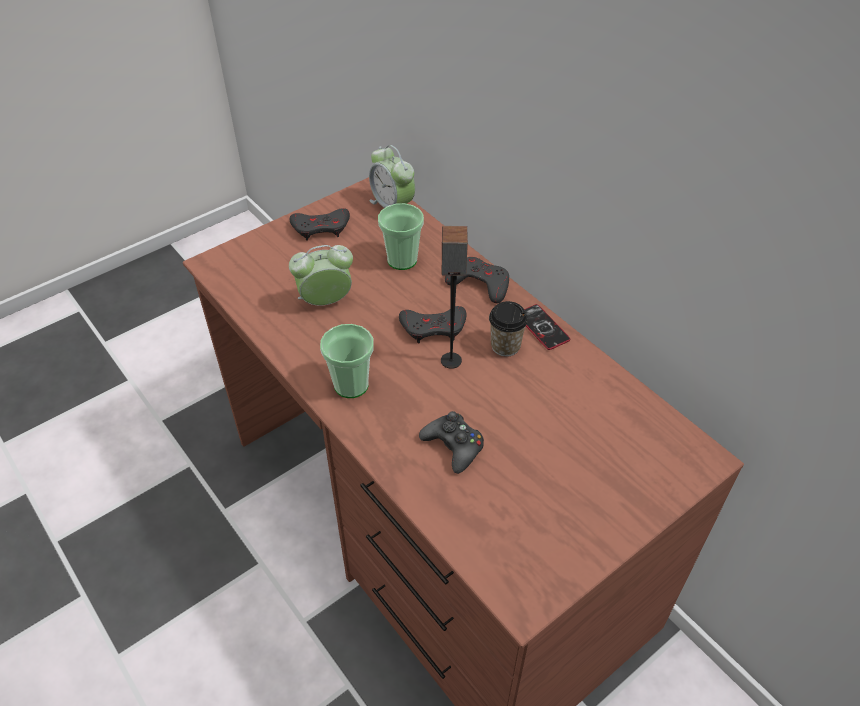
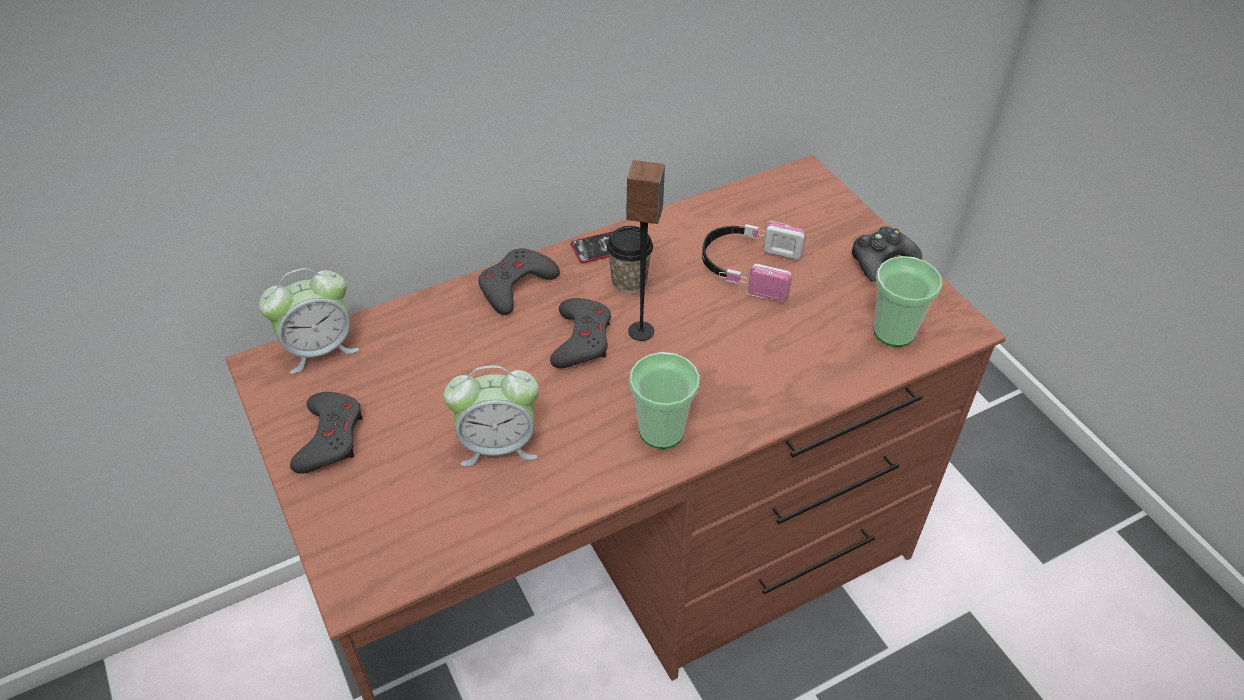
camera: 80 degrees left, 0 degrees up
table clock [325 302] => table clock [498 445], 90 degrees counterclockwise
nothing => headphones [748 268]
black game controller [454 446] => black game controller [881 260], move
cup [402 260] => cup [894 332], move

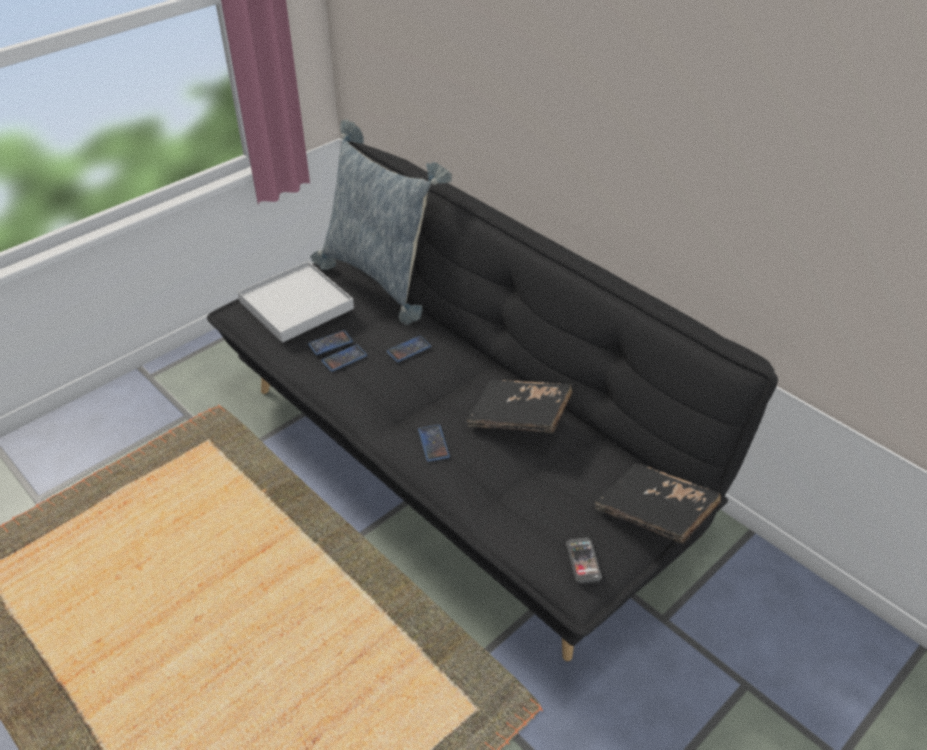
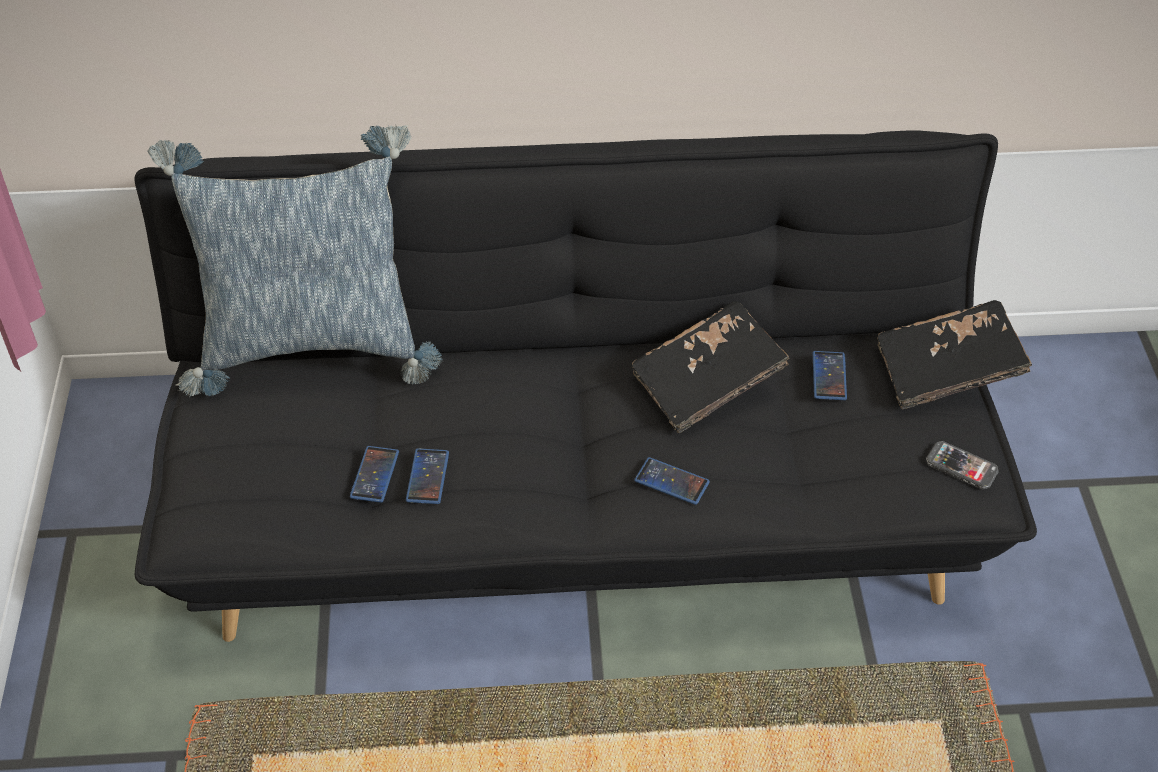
camera: 50 degrees left, 5 degrees up
phone [409 349] => phone [829 376], move
white-coloured tray [297 305] => nothing

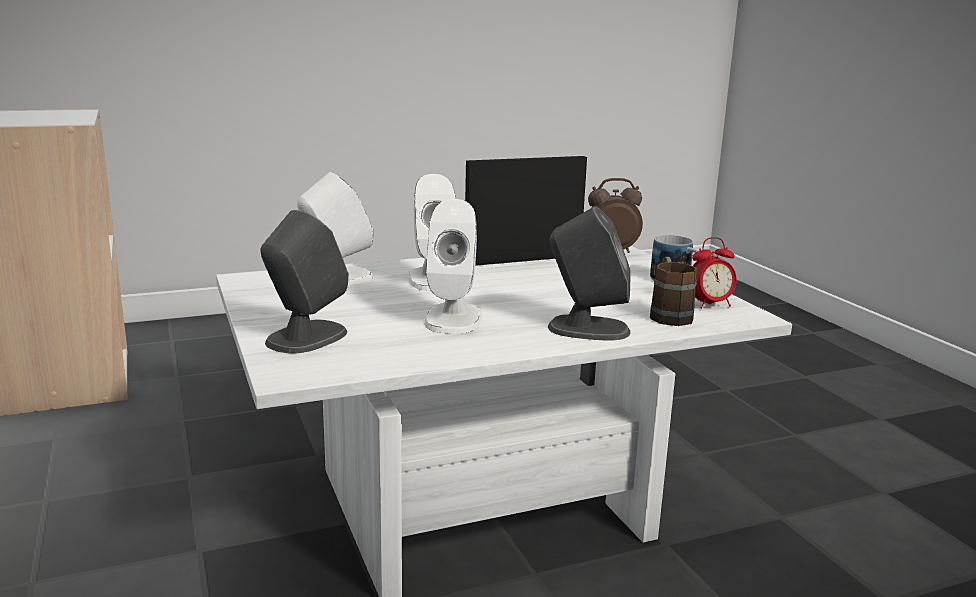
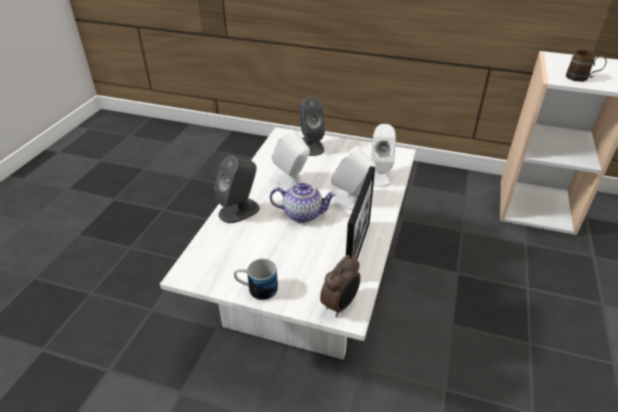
camera: 130 degrees right, 20 degrees up
nothing => pot for tea [303 214]
brown coffee mug [668 314] => brown coffee mug [582 78], move
table clock [710 305] => nothing

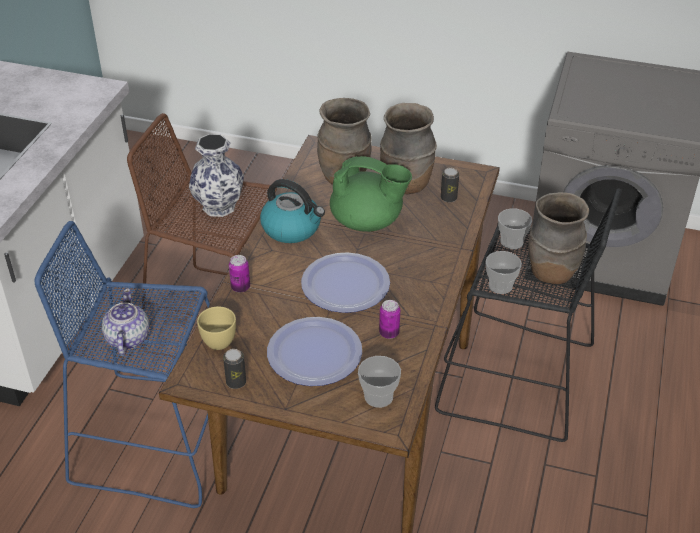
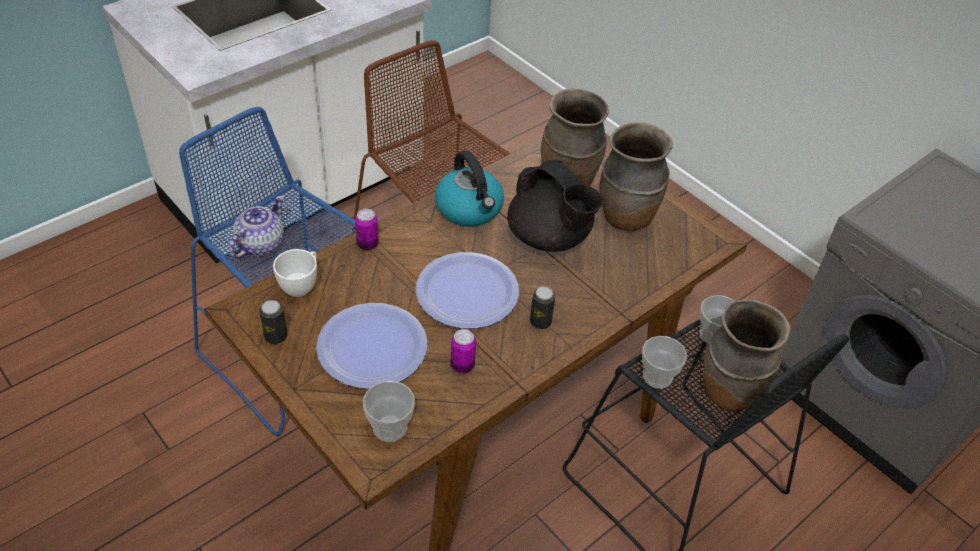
camera: 30 degrees right, 5 degrees up
yellowish cup [219 339] => white-coloured cup [301 285]
green pot for tea [367 222] => black pot for tea [549 238]
metal can [448 198] => metal can [540 322], move
decorative vase [219 207] => nothing

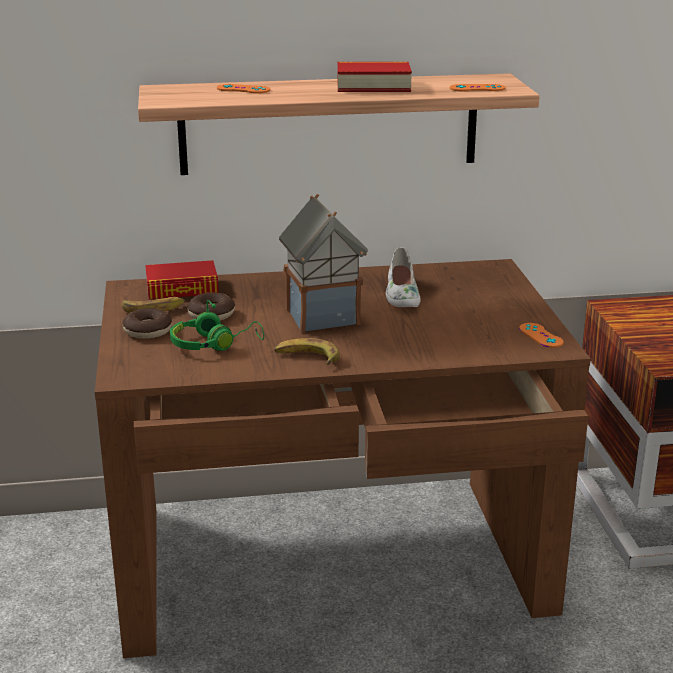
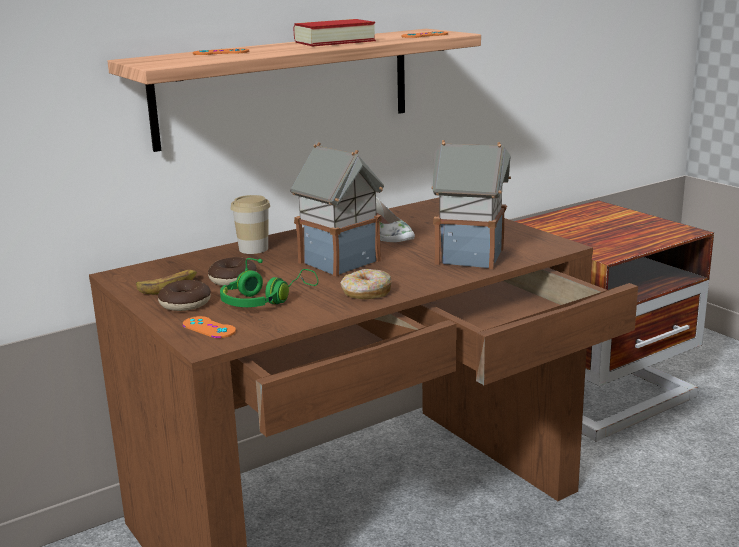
camera: 25 degrees left, 5 degrees down
orange-coloured game controller [541 335] => orange-coloured game controller [209 328], move
nothing => cup [253 249]
banana [307 358] => doughnut [366 293]
nothing => miniature house [472 257]
volume [182 288] => nothing

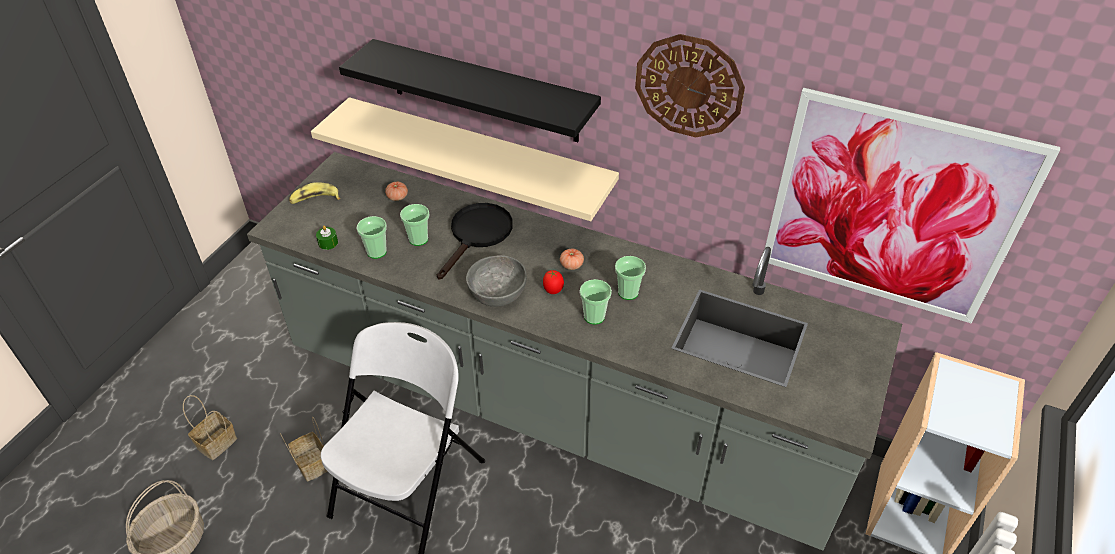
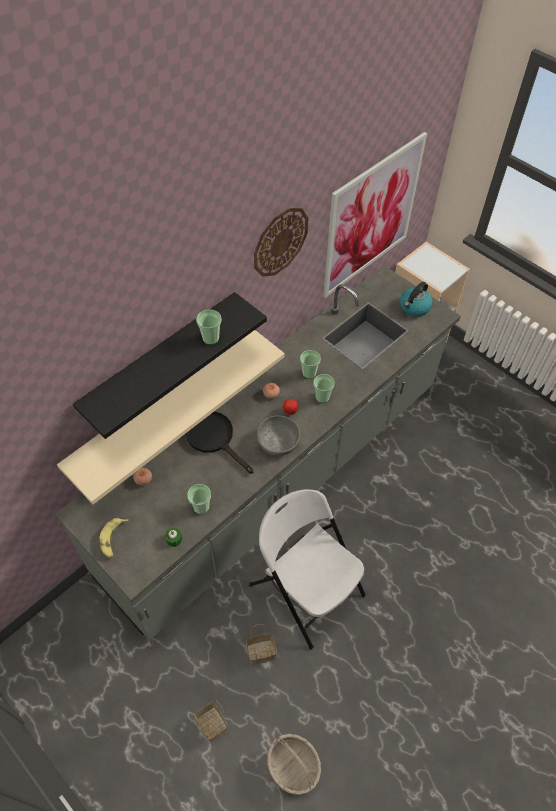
camera: 70 degrees left, 10 degrees up
cup [418 239] => cup [210 338], move
nothing => water kettle [414 307]

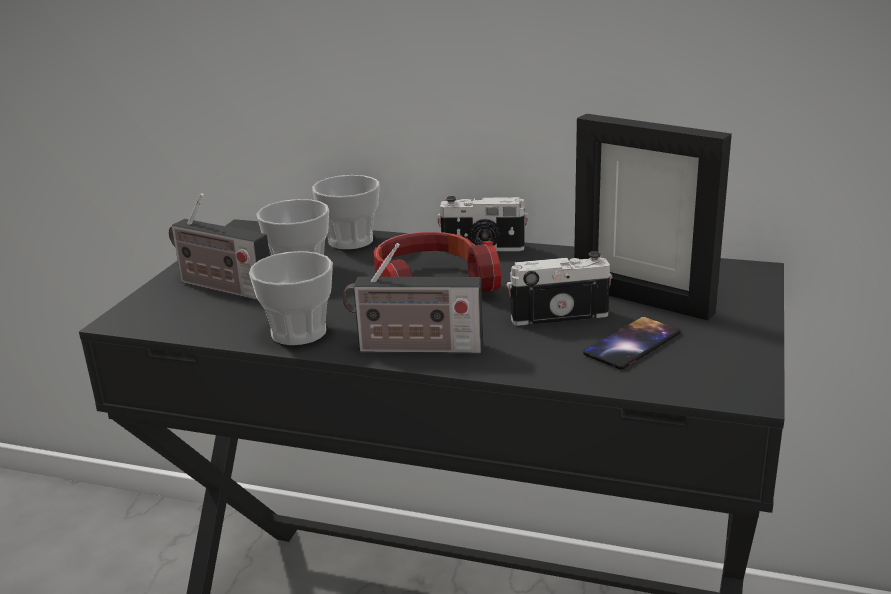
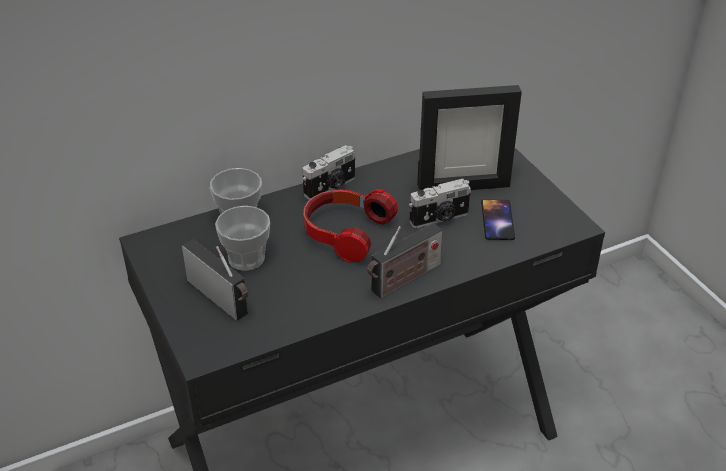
camera: 45 degrees left, 15 degrees up
radio [221 288] => radio [221 298], 120 degrees counterclockwise
photo camera [558 315] => photo camera [440 219], 150 degrees counterclockwise
cup [298 332] => nothing

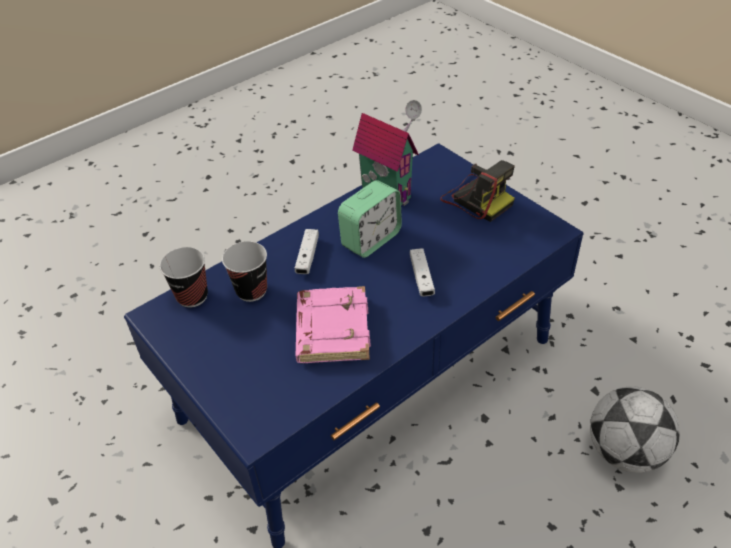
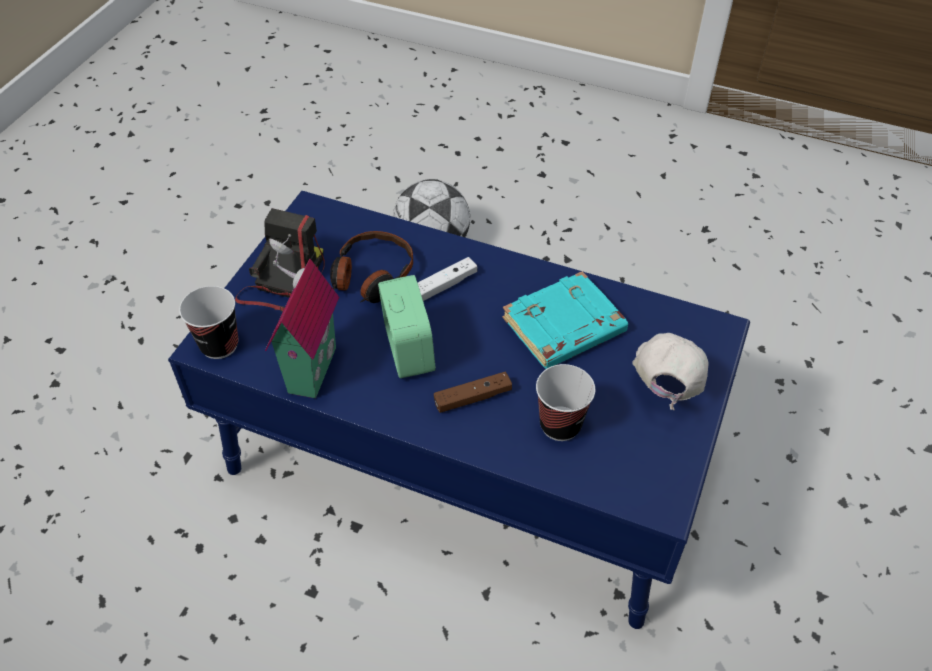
camera: 120 degrees left, 5 degrees up
cup [192 296] => cup [219 345], move
nothing => headphones [371 276]
table clock [371 239] => table clock [408 350], 60 degrees clockwise
white-coloured game controller [307 257] => brown game controller [472 398]
pink-coloured volume [331 329] => turquoise-coloured volume [563 328]
nothing => white-coloured cap [665 385]

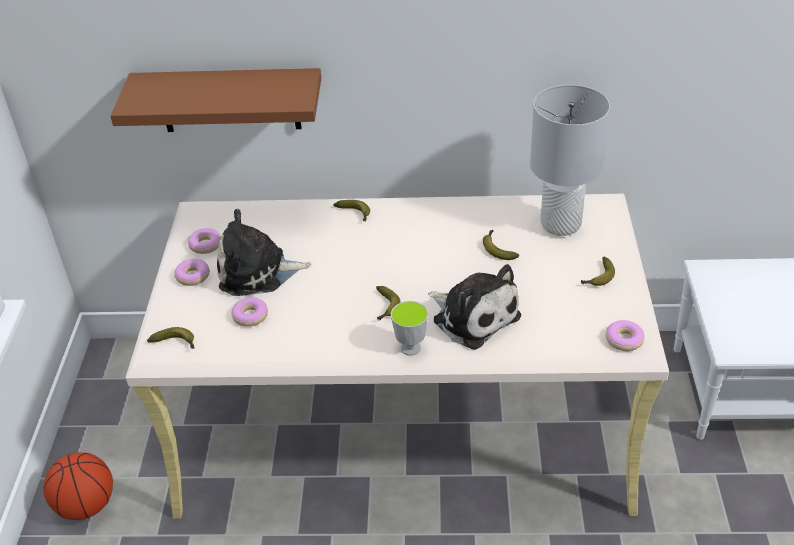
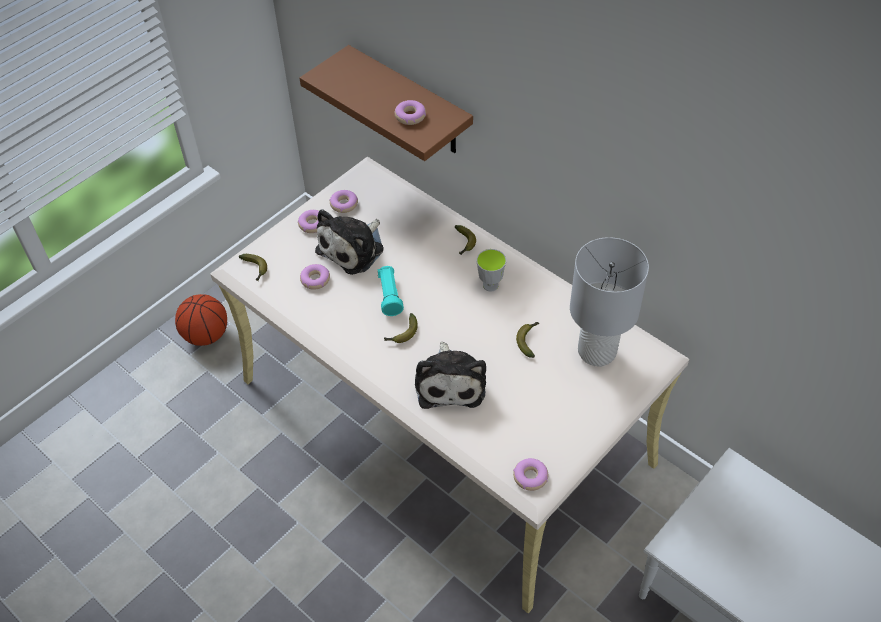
camera: 40 degrees right, 10 degrees up
soft toy [257 272] => soft toy [353 248], 90 degrees counterclockwise
nothing => turquoise-coloured hand torch [390 296]
nothing => doughnut [410 116]
cup [410 348] => cup [490 285], move
banana [598 278] => nothing

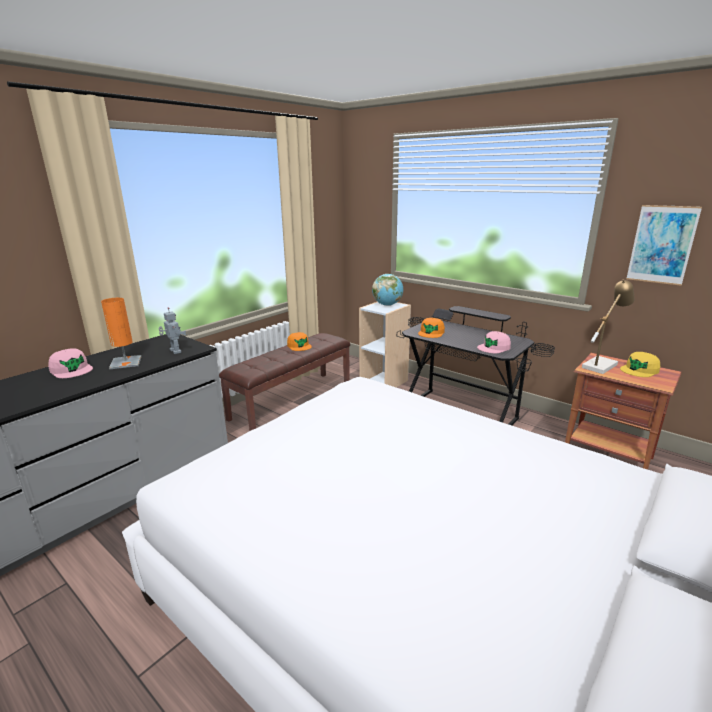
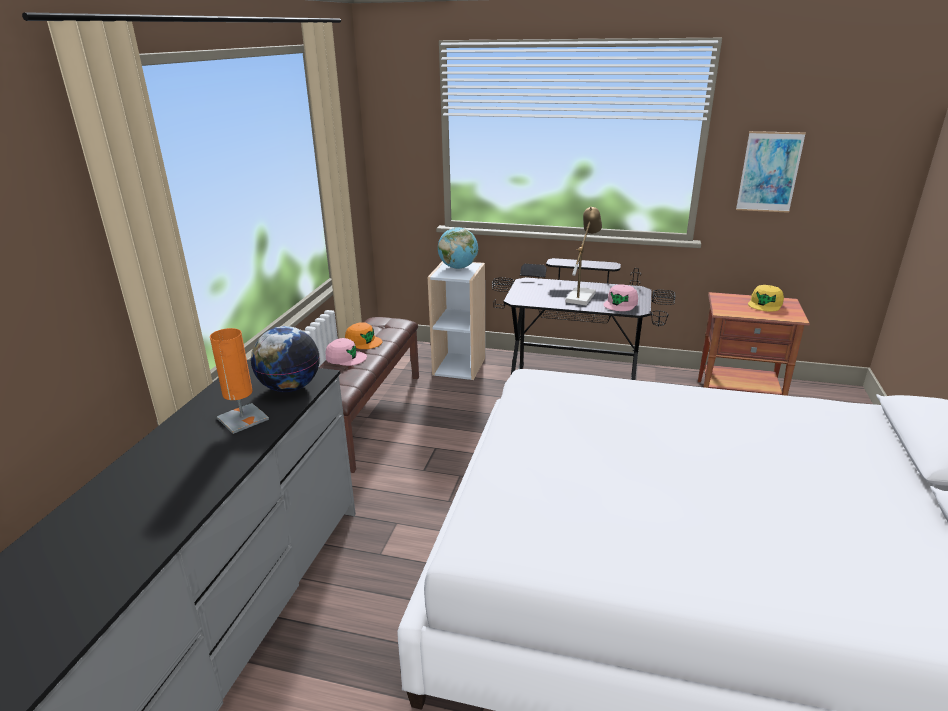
camera: 25 degrees left, 5 degrees up
robot figure [174 351] => globe [290 387]
pink-coloured cap [71 369] => pink-coloured cap [346 357], move
table lamp [601 364] => table lamp [581 295], move
orange-coloured cap [431 332] => nothing

